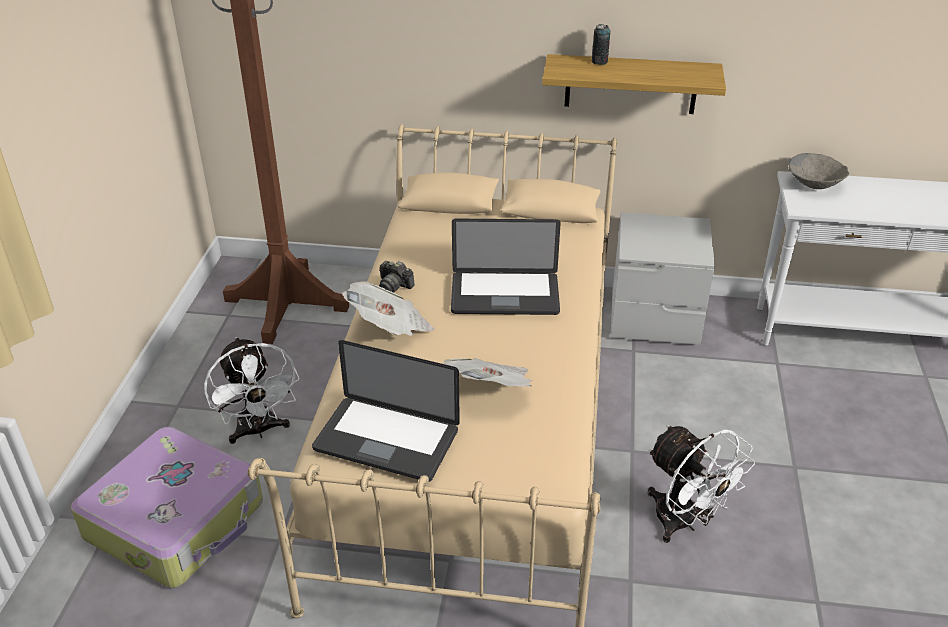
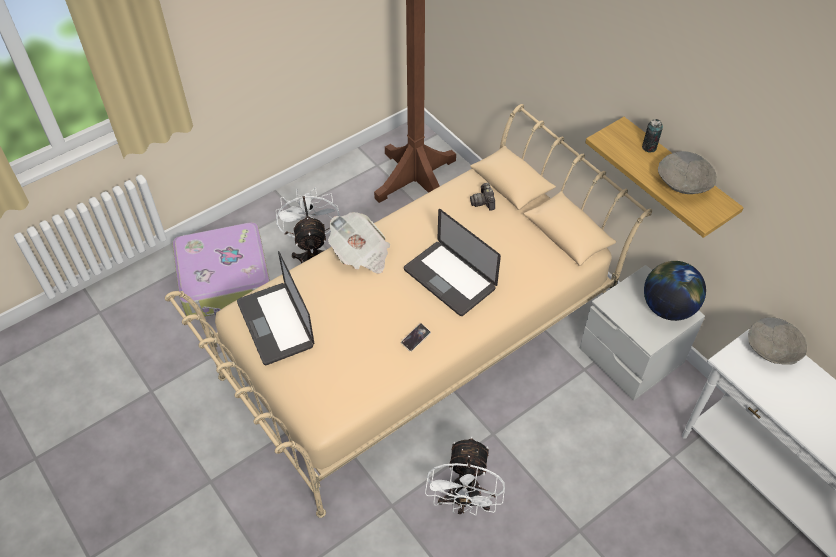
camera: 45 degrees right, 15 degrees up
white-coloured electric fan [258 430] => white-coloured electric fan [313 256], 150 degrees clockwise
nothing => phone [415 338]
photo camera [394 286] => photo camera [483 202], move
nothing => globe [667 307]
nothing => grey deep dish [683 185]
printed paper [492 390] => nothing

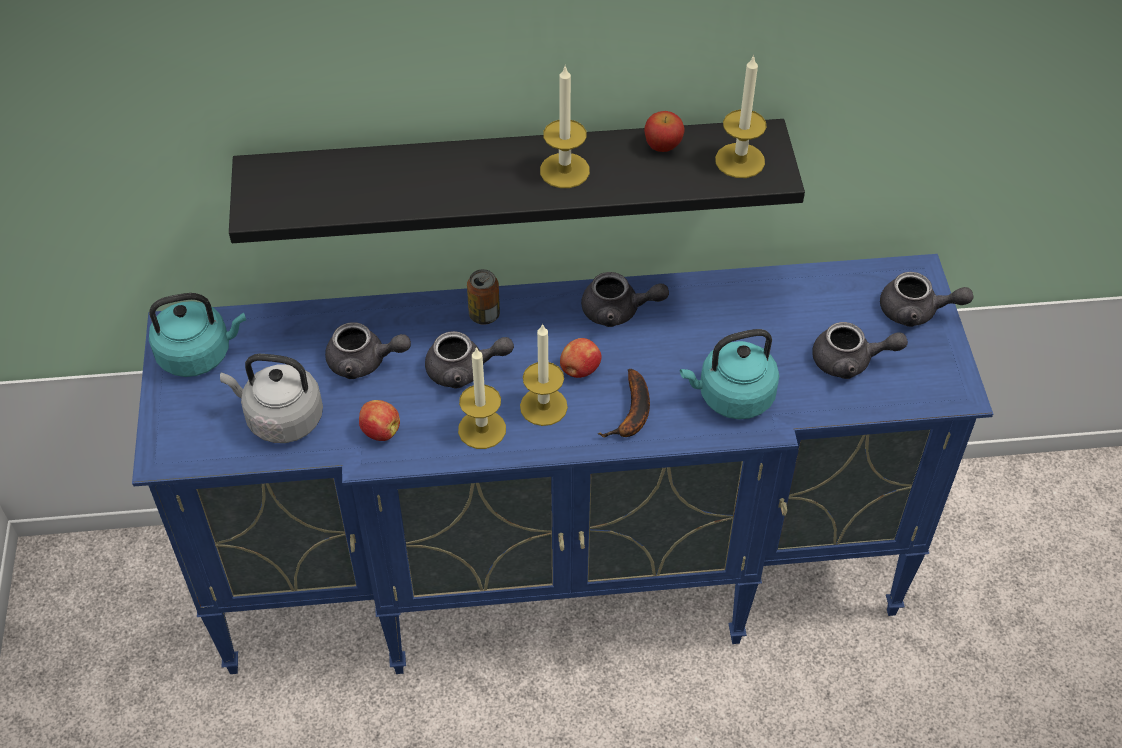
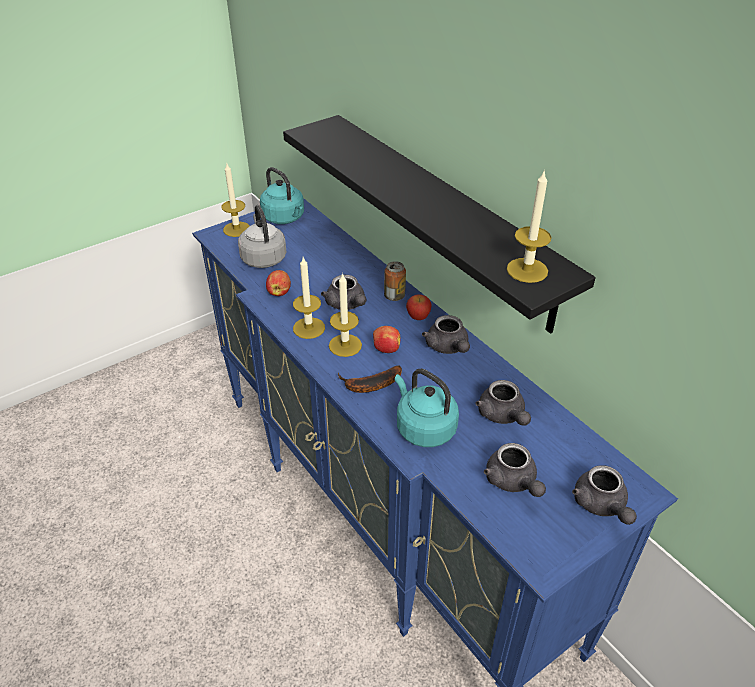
camera: 60 degrees right, 10 degrees down
wax light [564 170] => wax light [236 229], move
apple fruit [663 145] => apple fruit [418 317], move
grey pot for tea [364 362] => grey pot for tea [503 416], move

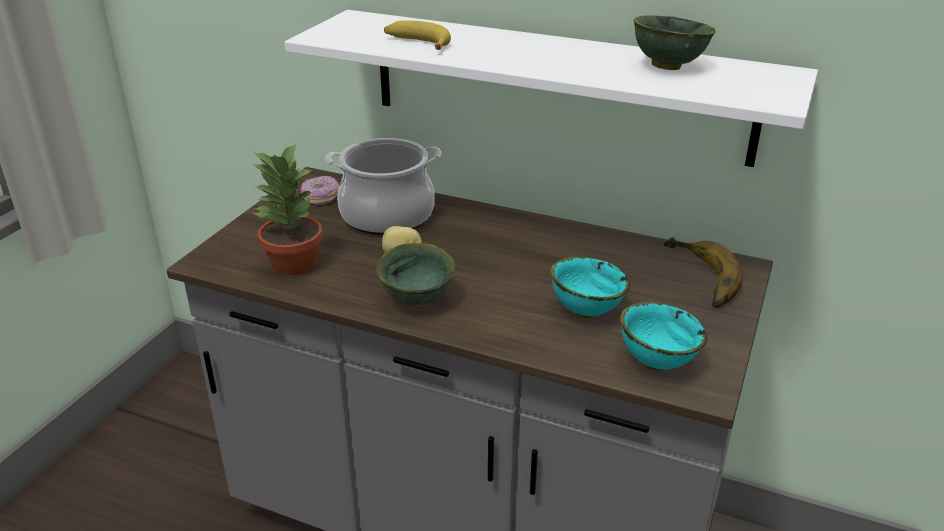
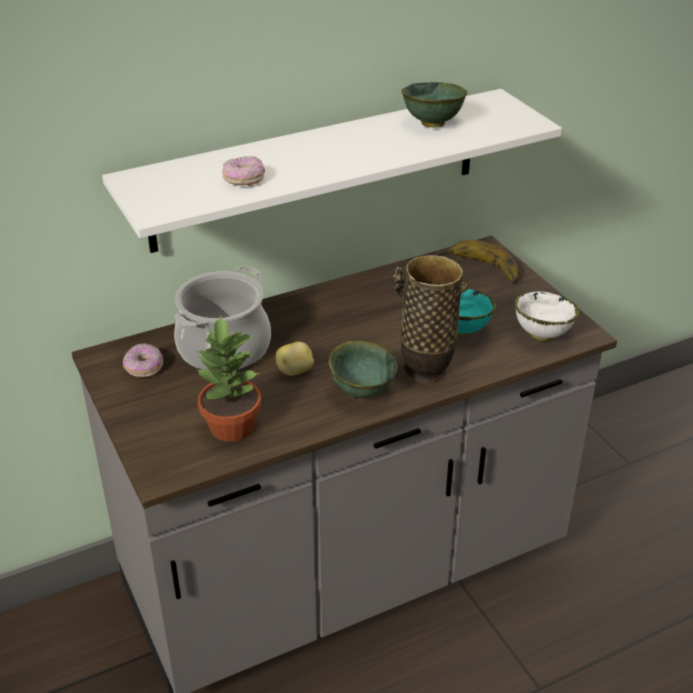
camera: 50 degrees left, 5 degrees up
banana [417 43] => doughnut [244 180]
nothing => decorative vase [425 370]
turquoise-coloured deep dish [656 361] => white-coloured deep dish [541 334]

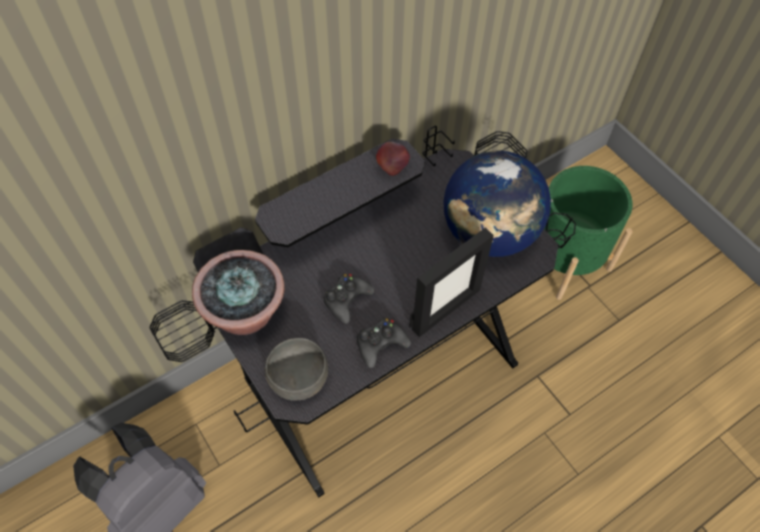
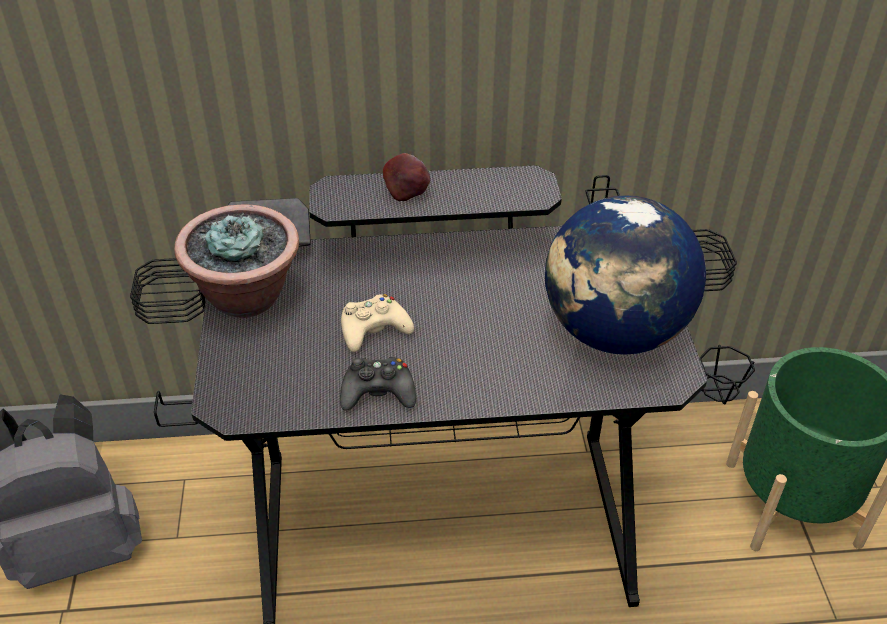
camera: 30 degrees right, 15 degrees down
black game controller [347 300] => beige game controller [374 329]
apple fruit [393 166] => apple fruit [407 192], move
grey deep dish [298 379] => nothing
picture frame [445 308] => nothing

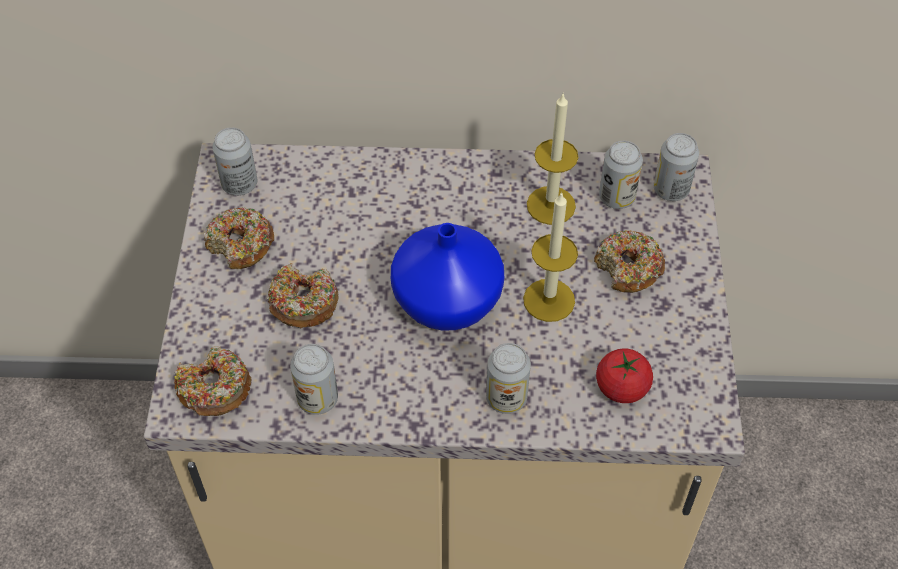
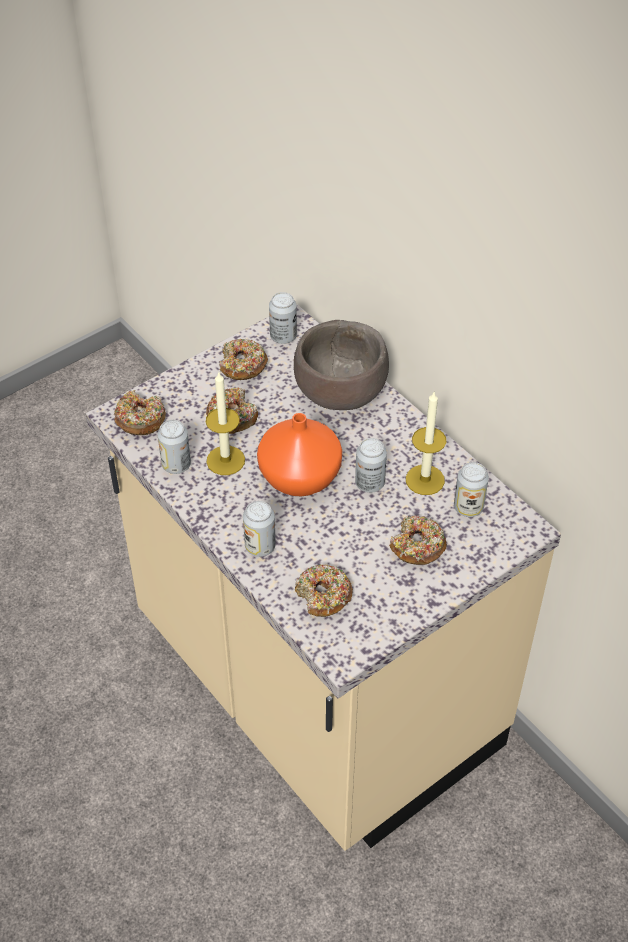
camera: 50 degrees right, 5 degrees down
wax light [549 300] => wax light [225 460], move
bluish decorative vase [446 299] => orange-coloured decorative vase [300 476]
nothing => brown deep dish [341 394]
fresh tomato [621 387] => doughnut [323 596]
metal can [671 190] => metal can [369 483], move

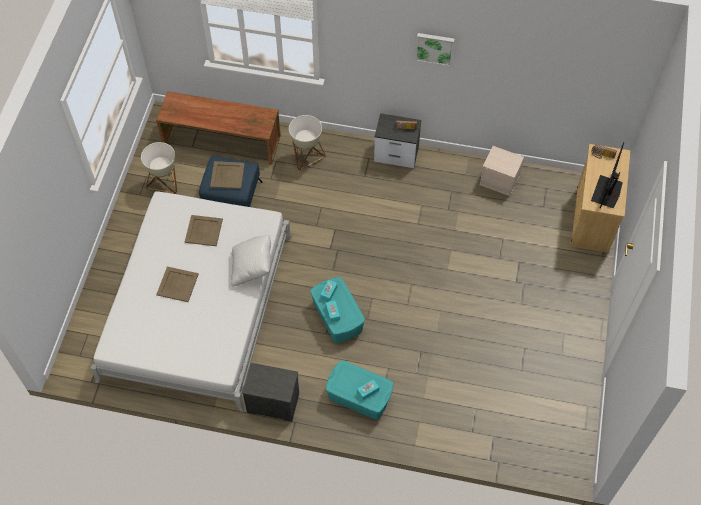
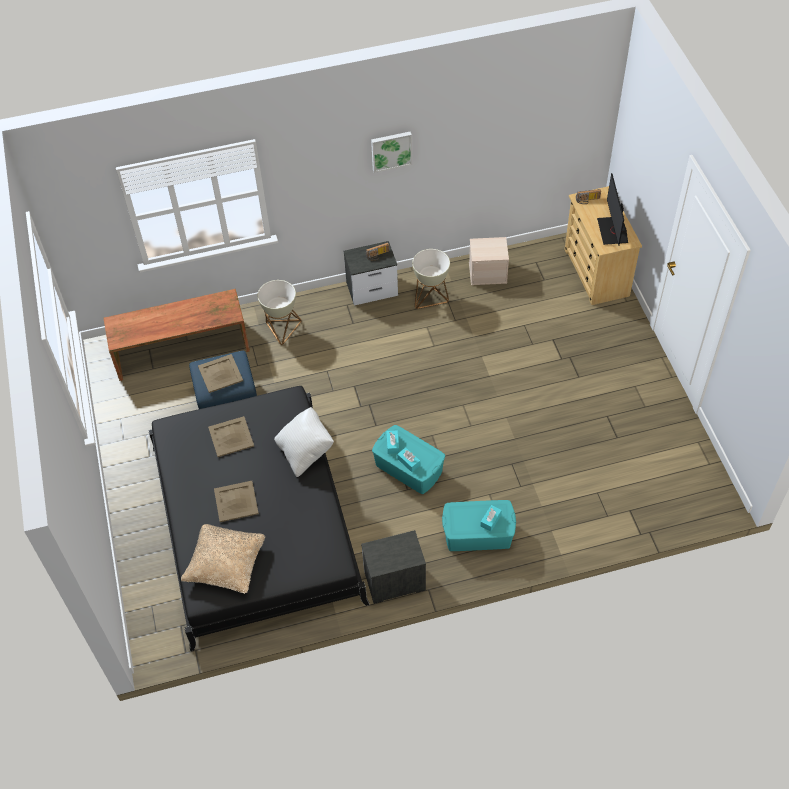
camera: 25 degrees left, 5 degrees down
white-coloured bedroom bed [197 306] => black bedroom bed [256 522]
nothing => beige pillow [225 562]
plant pot [164 183] => plant pot [430 298], move

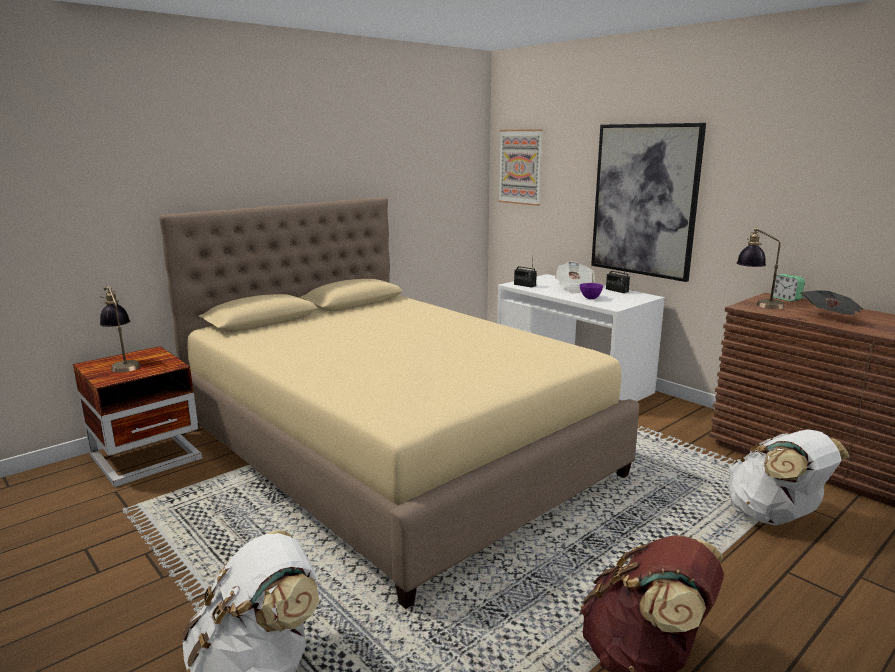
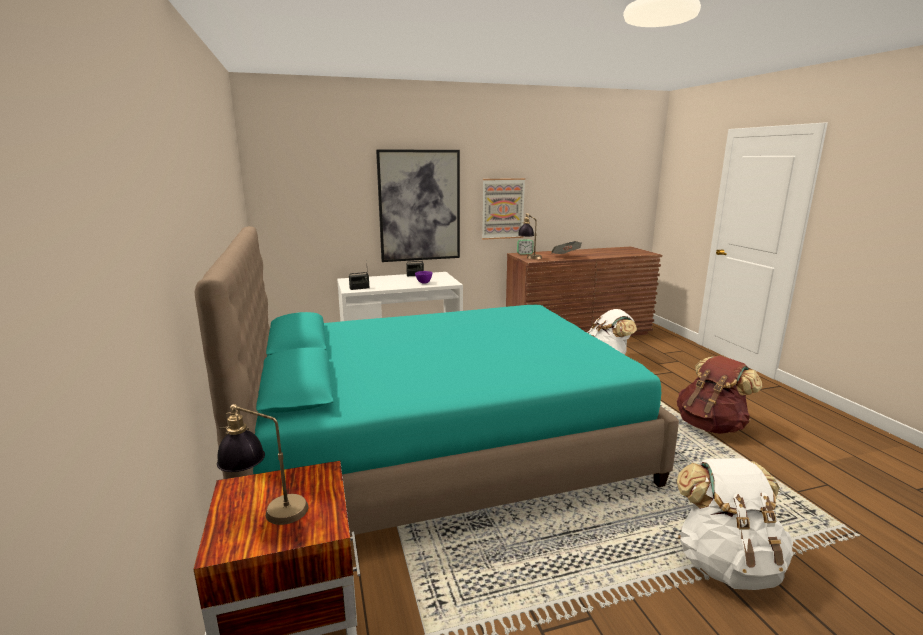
camera: 65 degrees left, 0 degrees up
beige bedroom bed [391 450] => turquoise-coloured bedroom bed [440 446]
wall art [520 167] => wall art [503 208], move
printed paper [574 288] => nothing

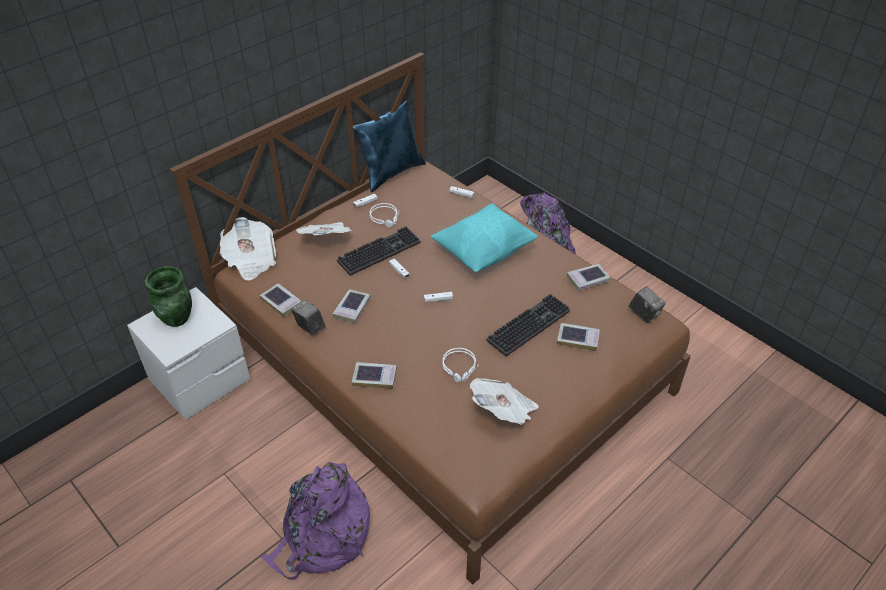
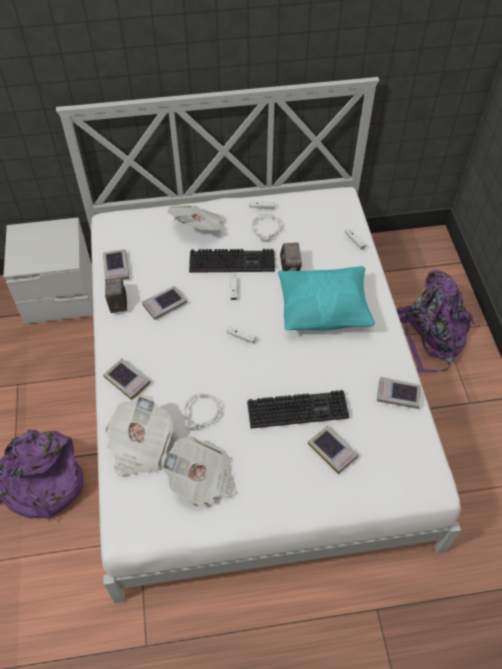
camera: 35 degrees right, 10 degrees up
brown bedroom bed [442 365] => white-coloured bedroom bed [249 391]
printed paper [250 260] => printed paper [139 446], move
photo camera [644 314] => photo camera [290 268], move
green decorative vase [177 318] => nothing
bluish pillow [391 172] => nothing

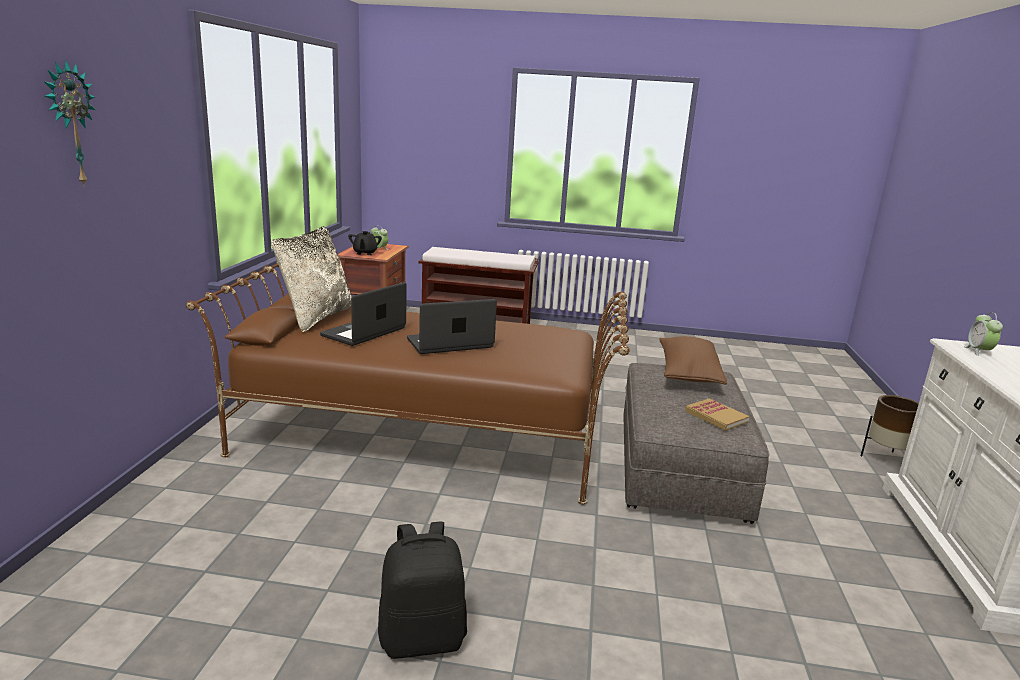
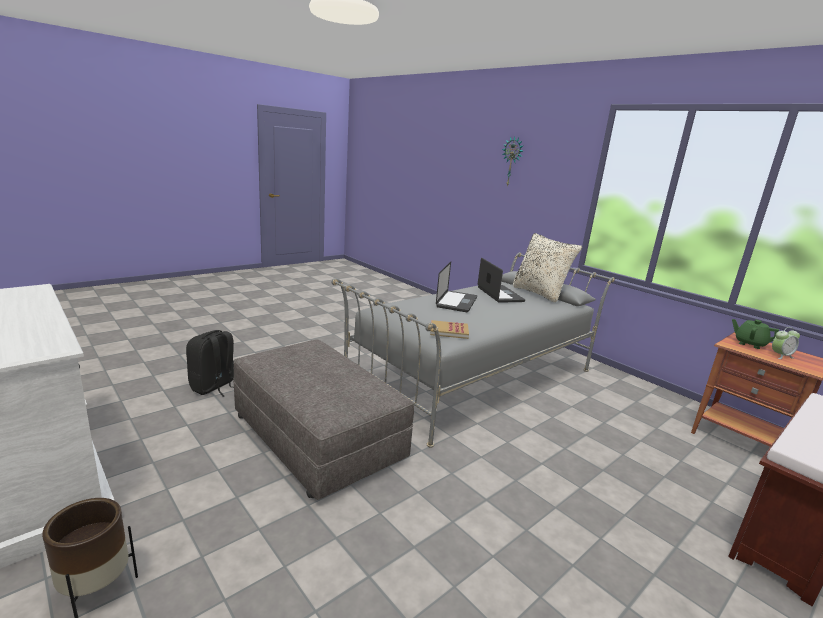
camera: 130 degrees right, 0 degrees up
black backpack [423 638] => black backpack [214 387], move
brown bedroom bed [422 437] => grey bedroom bed [473 376]
volume [716 416] => volume [449 331], move
black pot for tea [365 253] => green pot for tea [749 344]
brown pillow [688 374] => nothing
table clock [979 351] => nothing

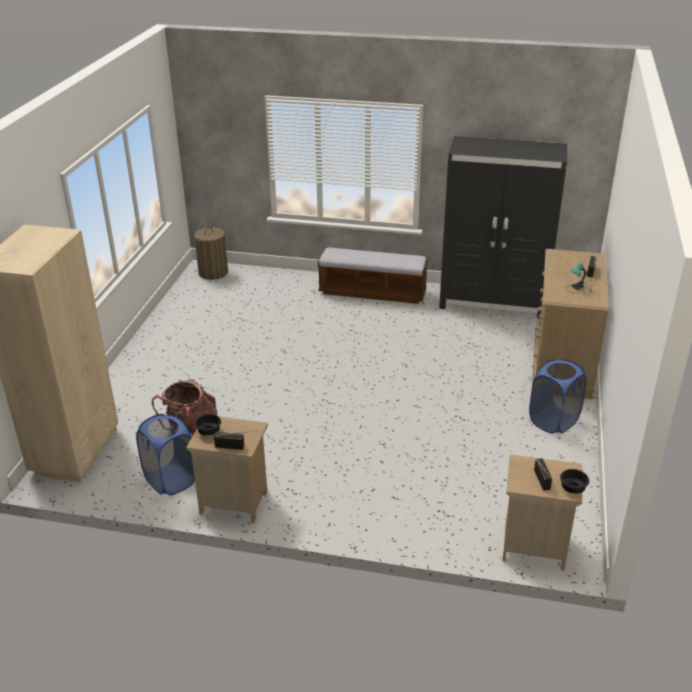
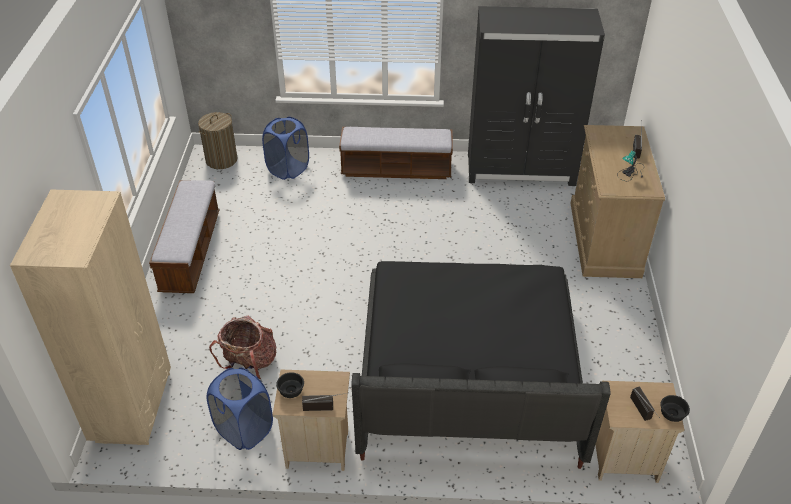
camera: 10 degrees left, 10 degrees up
nothing => indoor bench [191 252]
bluish laundry basket [553 421] => bluish laundry basket [288 169], move
nothing => black bedroom bed [468 377]

